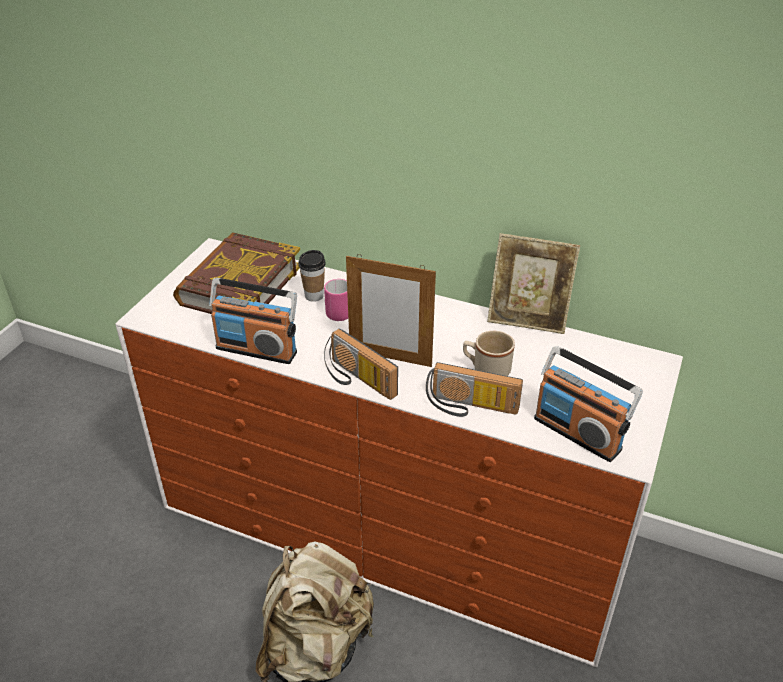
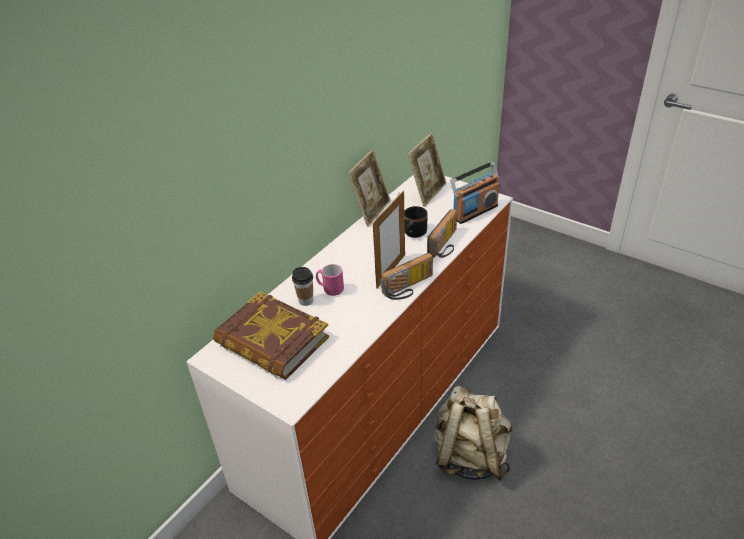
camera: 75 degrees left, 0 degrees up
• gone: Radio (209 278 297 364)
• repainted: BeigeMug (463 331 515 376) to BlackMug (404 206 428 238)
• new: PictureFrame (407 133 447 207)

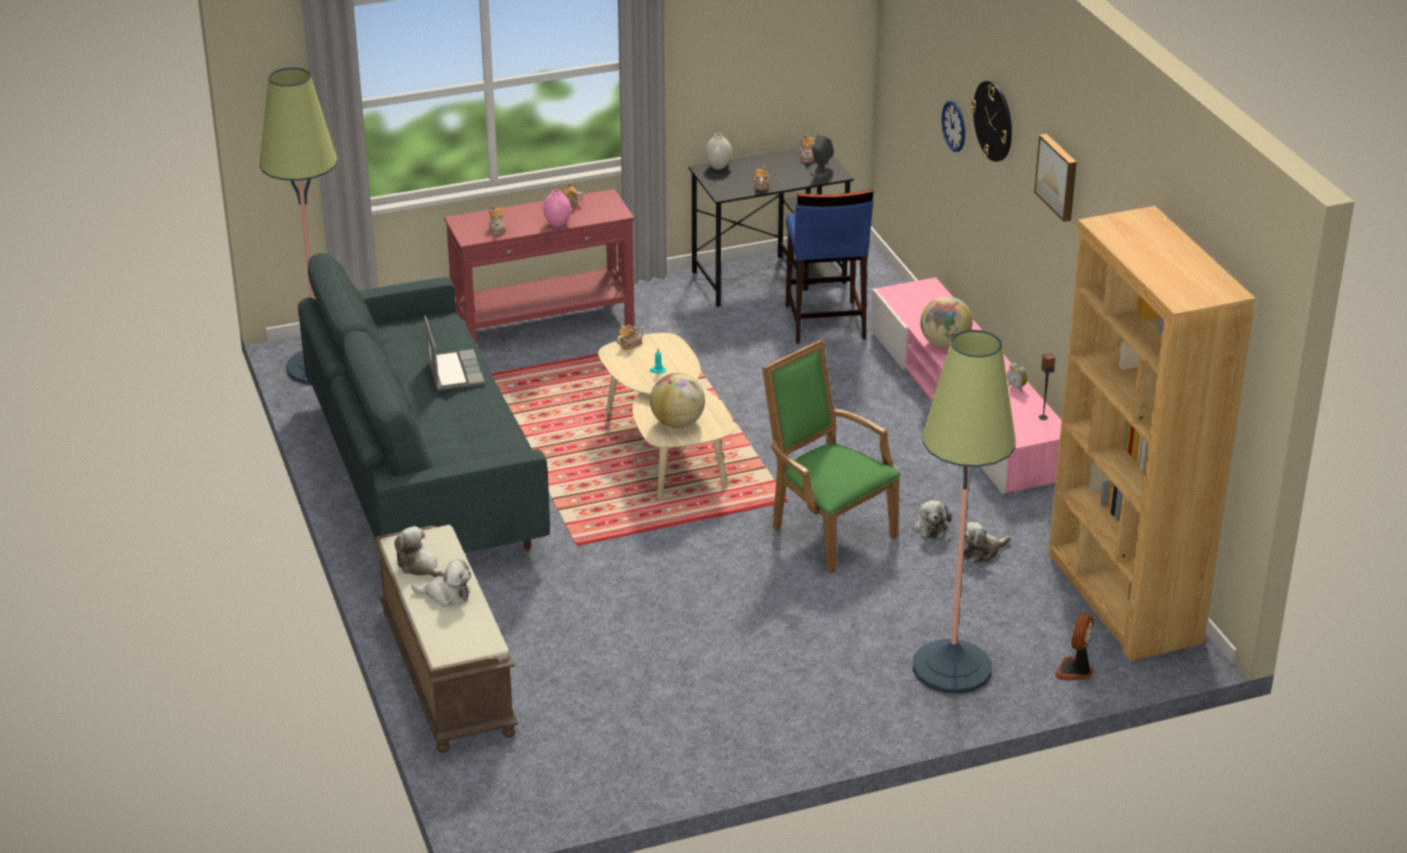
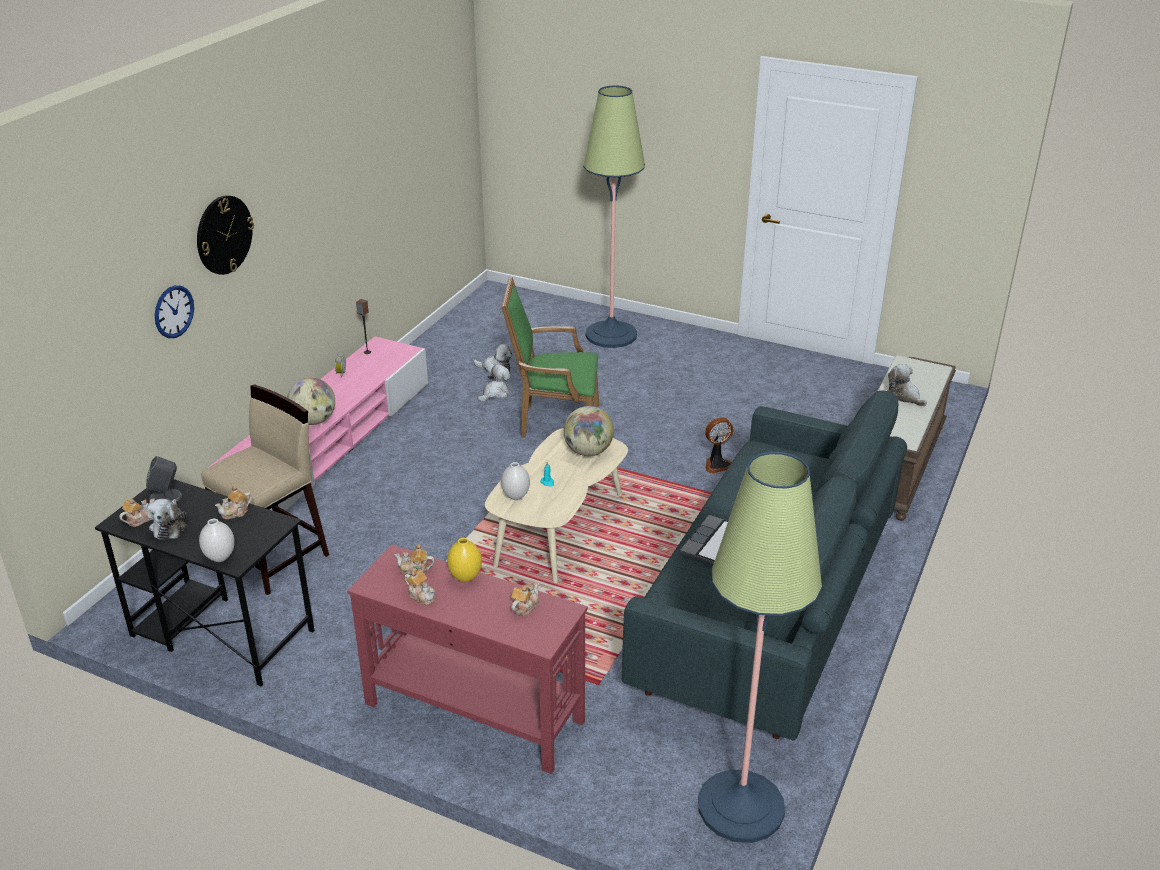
camera: 135 degrees left, 0 degrees up
• shifted: PlushToy (394 526 445 577) to (147 499 187 540)
• repainted: PinkVase (543 189 571 227) to YellowVase (447 538 482 582)
• shifted: Teapot (616 324 644 350) to (395 544 435 575)
• rotated: GreenArmchair (762 339 900 574) = (502 277 599 437) 90 degrees clockwise
• repainted: BlueStool (786 189 874 344) to BeigeStool (202 384 329 595)
• gone: Picture (1034 134 1077 222)
• gone: BrownBookcase (1048 206 1255 661)
• shifted: Fan (1055 613 1094 680) to (705 417 733 474)
• new: WhiteVase (501 462 530 500)

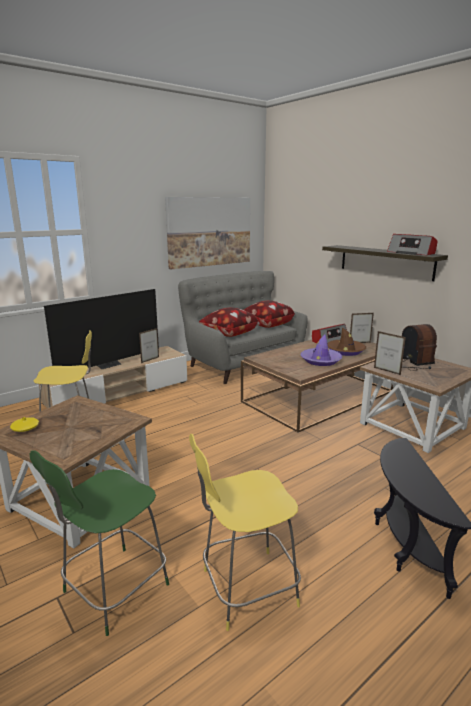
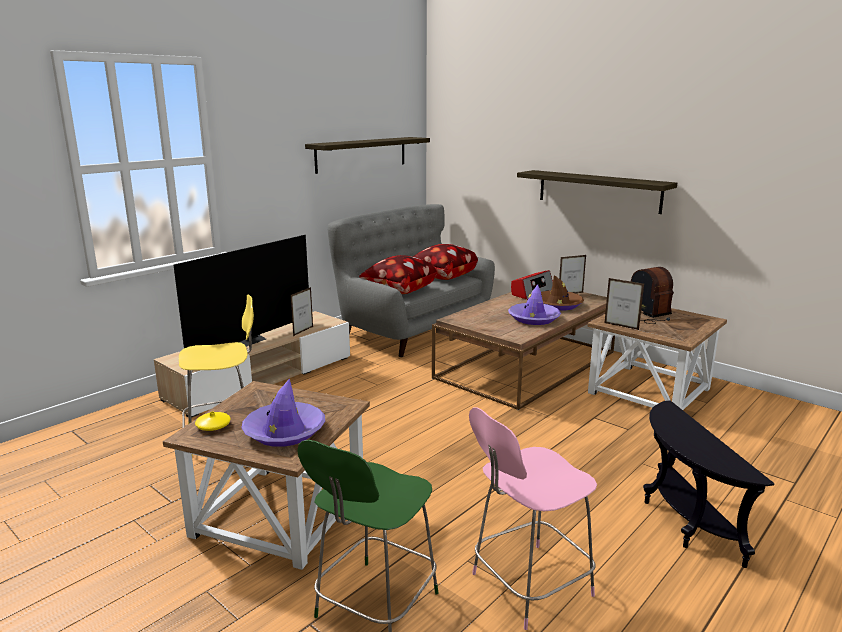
camera: 10 degrees left, 0 degrees up
• swapped: Picture (165 197 250 269) to Shelf (305 137 430 174)
• repainted: YellowStool (189 434 301 631) to PinkStool (469 408 597 630)
• gone: Radio (387 234 438 255)
• new: PurpleHat (241 378 325 447)

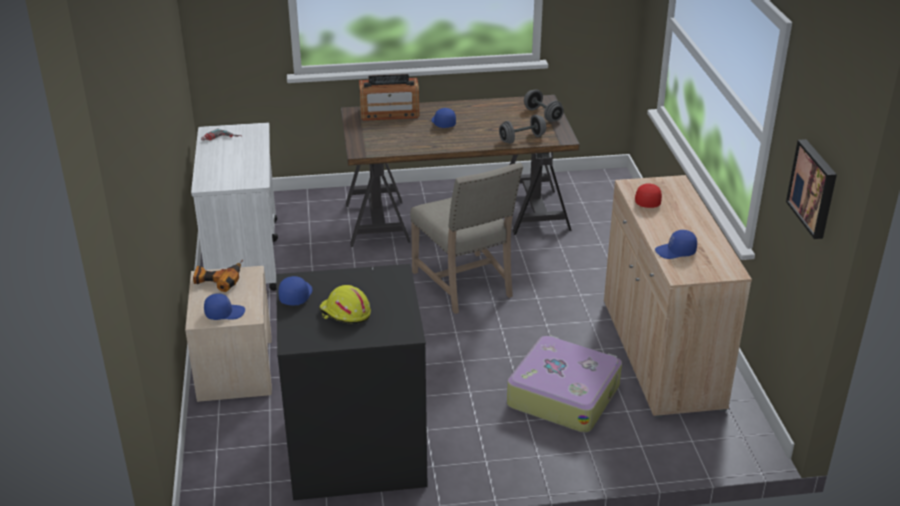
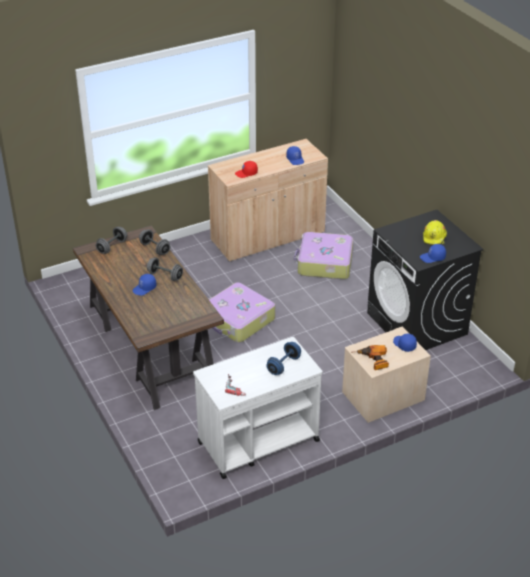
camera: 110 degrees left, 5 degrees up
• gone: Radio (359 74 419 121)
• swapped: BeigeChair (410 162 523 314) to Suitcase (209 282 275 343)
• gone: Picture (786 139 837 239)
• new: GreyDumbbell (147 257 183 281)
• new: BlueDumbbell (266 342 301 375)

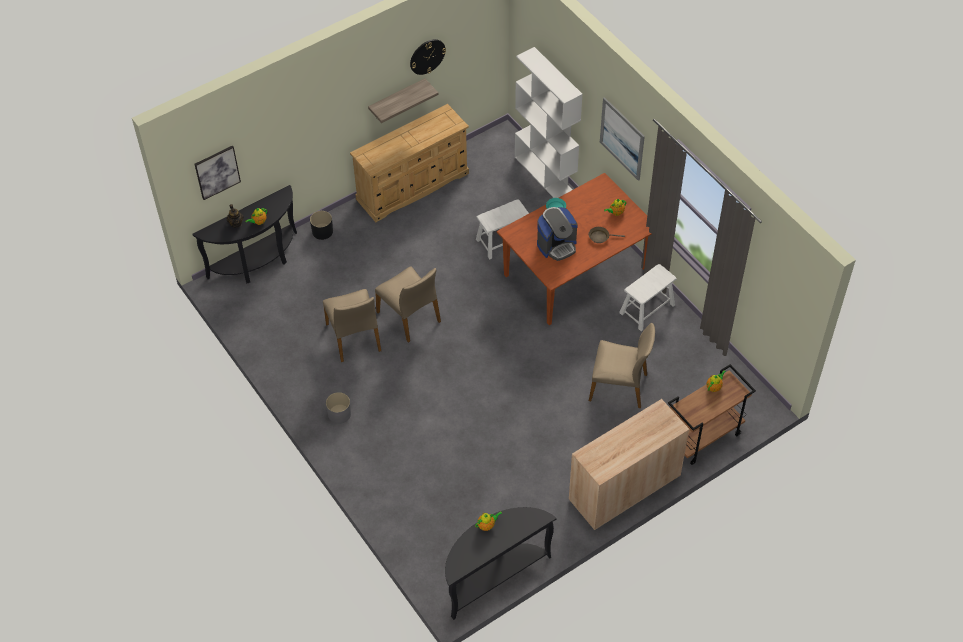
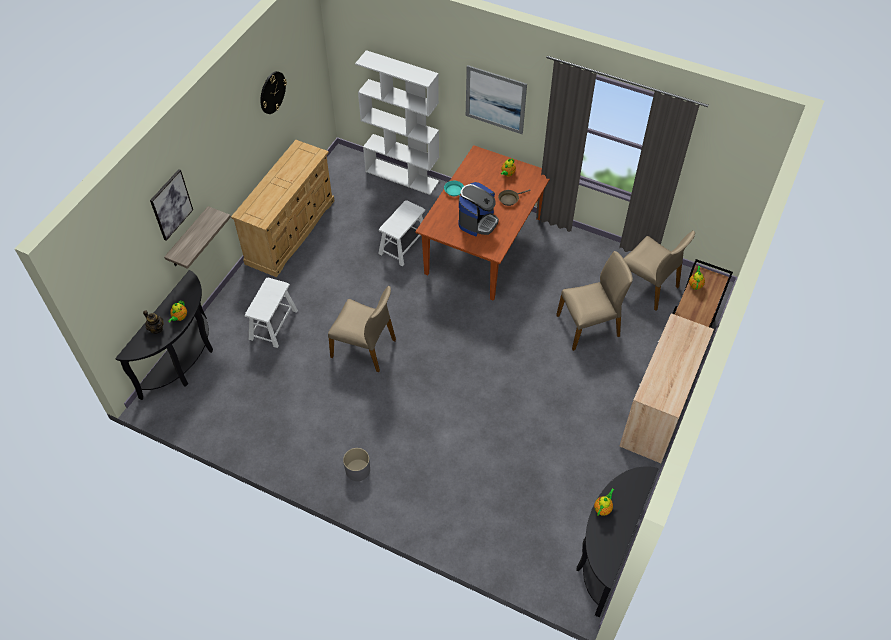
camera: 30 degrees left, 0 degrees up
• shifted: Picture (194 145 241 200) to (150 169 193 241)
• gone: BlackPlanter (310 211 333 240)
• shifted: BeigeChair (323 289 381 362) to (624 231 695 311)
• shifted: Shelf (368 79 439 123) to (164 206 231 269)
• shifted: WhiteStool (619 264 677 331) to (245 278 298 348)

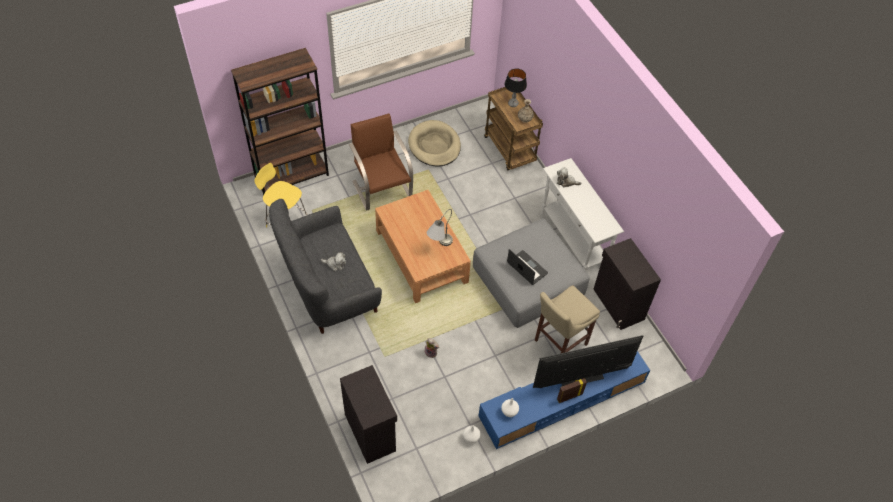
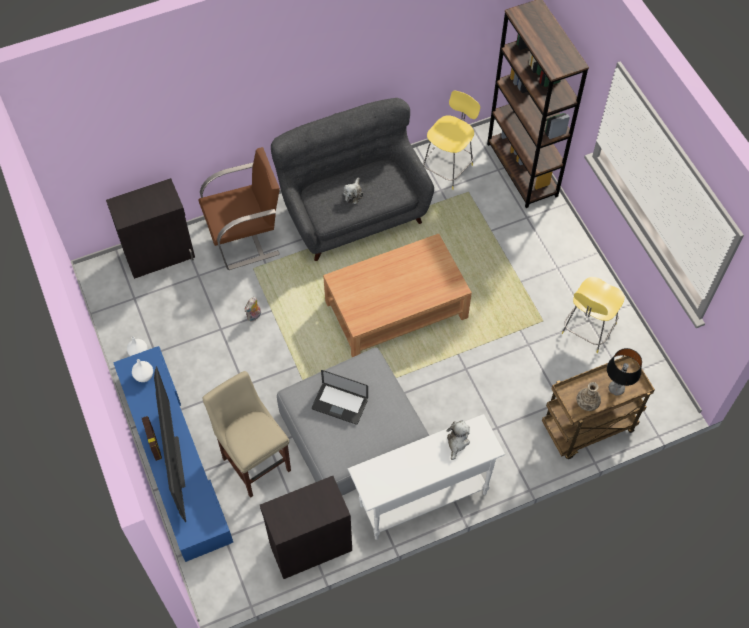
camera: 95 degrees right, 5 degrees up
• shifted: BrownArmchair (349 114 413 211) to (198 147 280 270)
• swapped: BeigeDogBed (408 120 461 167) to YellowStool (562 277 625 353)
• gone: GreyTableLamp (427 209 453 246)
• rotated: Laptop (507 249 548 285) = (312 370 368 425) 60 degrees clockwise

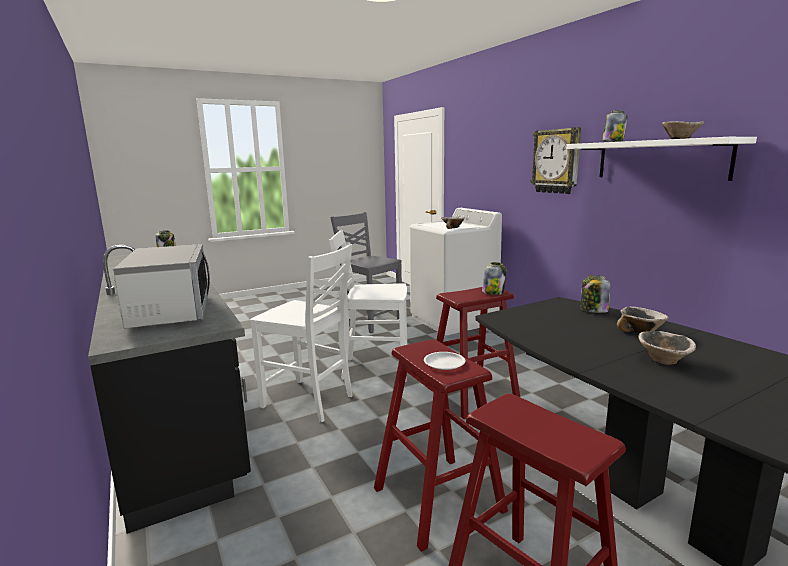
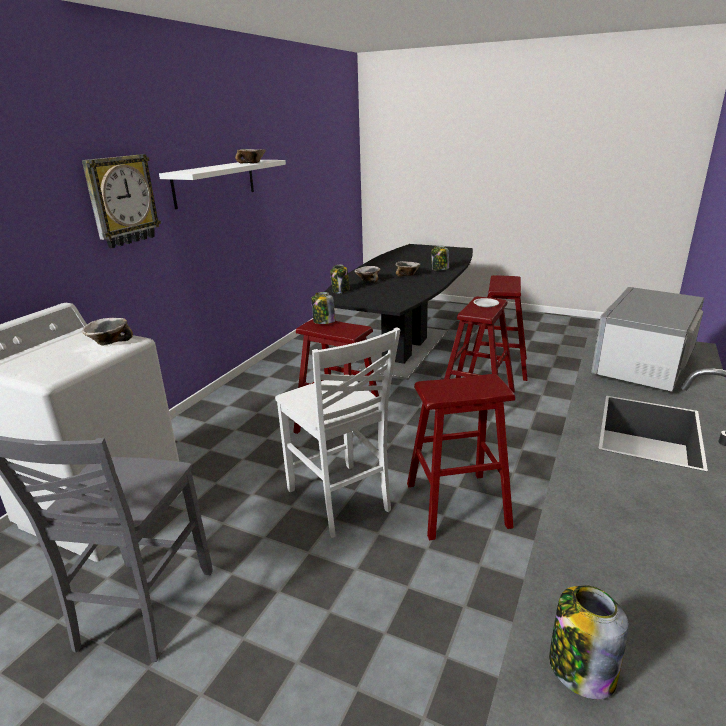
camera: 125 degrees left, 10 degrees up
• swapped: WhiteChair (250 244 353 422) to RedStool (407 374 515 540)
• shifted: Jar (602 111 627 142) to (431 246 449 270)

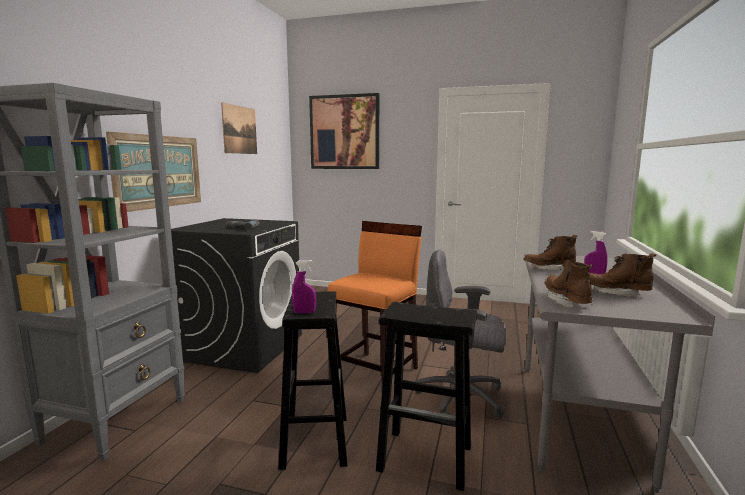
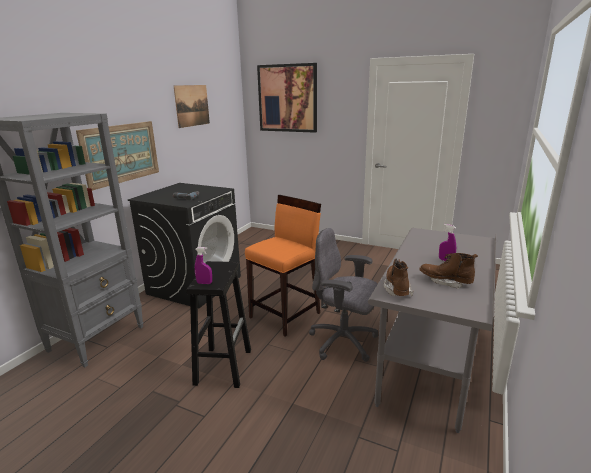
camera: 10 degrees right, 10 degrees up
• gone: BlackStool (376 302 477 491)
• gone: BrownBoot (523 235 577 271)

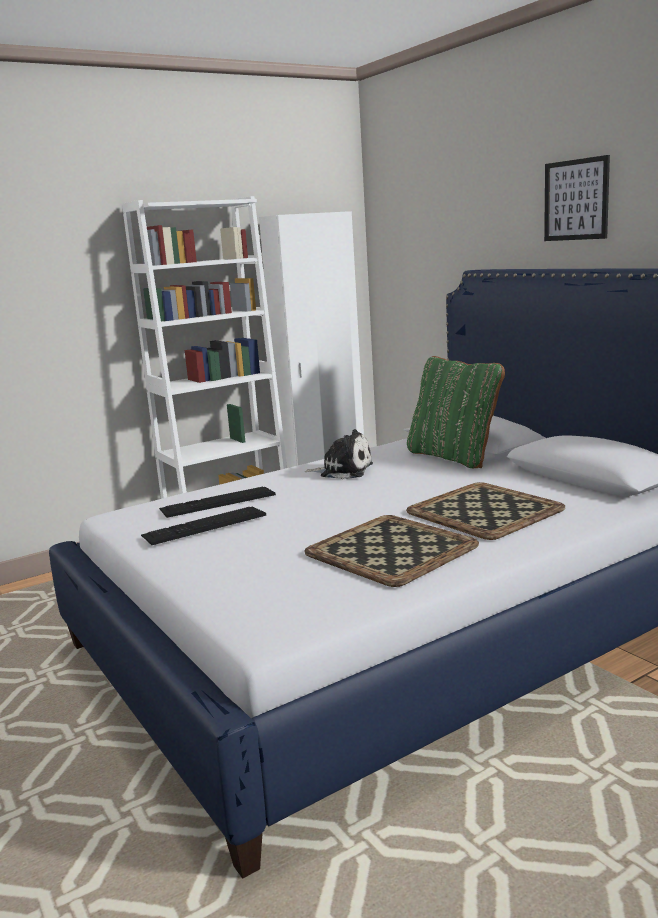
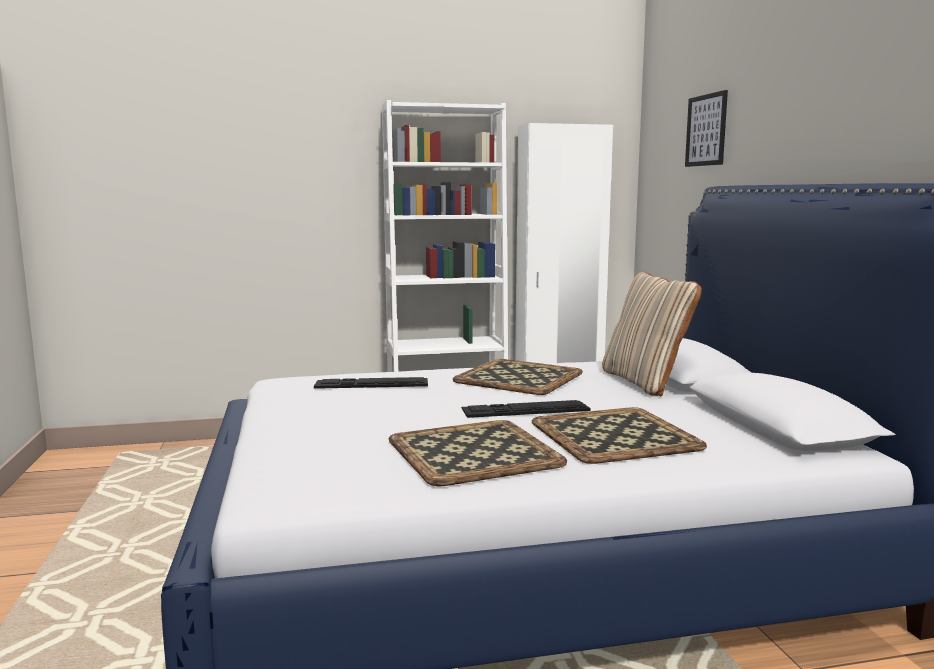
camera: 20 degrees right, 5 degrees down
• shifted: Keyboard (141 506 266 545) to (461 400 590 418)
• swapped: PlushToy (305 429 373 479) to Tray (453 359 583 395)
• repainted: GreenPillow (407 356 505 469) to BeigePillow (602 272 702 396)
• shifted: Picture (544 155 610 241) to (685 90 728 167)

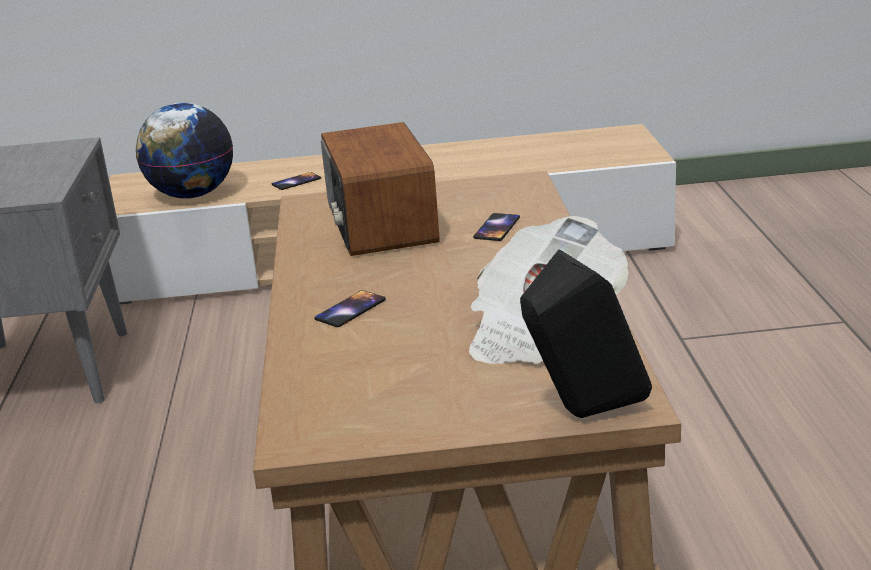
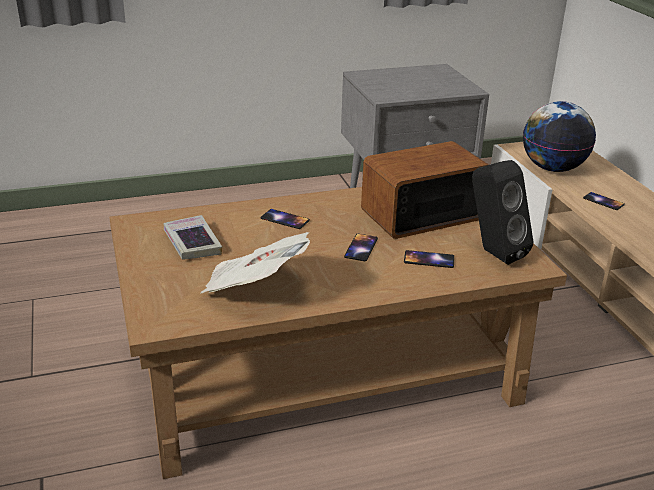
camera: 75 degrees right, 5 degrees up
• shifted: BlackSpeaker (520 249 652 418) to (472 160 533 265)
• new: Book (164 215 222 260)
• new: Phone (344 234 378 261)

